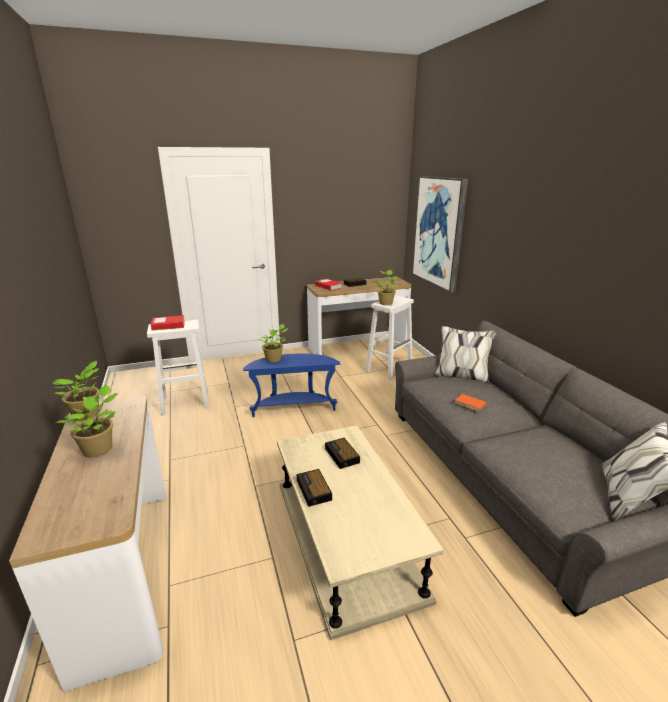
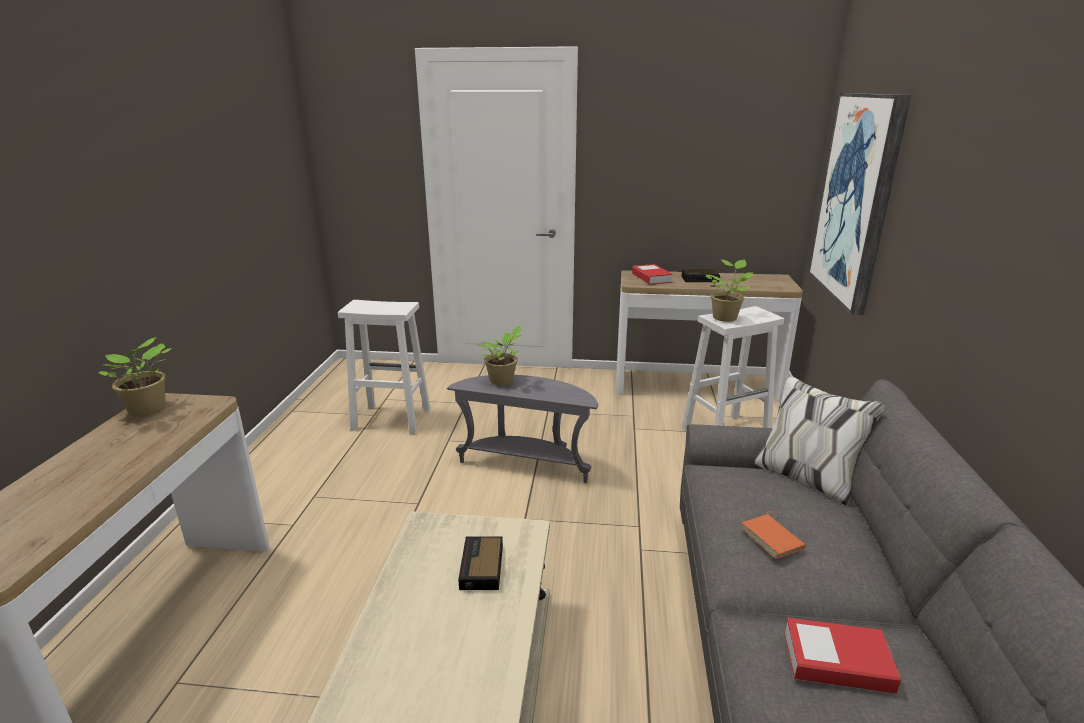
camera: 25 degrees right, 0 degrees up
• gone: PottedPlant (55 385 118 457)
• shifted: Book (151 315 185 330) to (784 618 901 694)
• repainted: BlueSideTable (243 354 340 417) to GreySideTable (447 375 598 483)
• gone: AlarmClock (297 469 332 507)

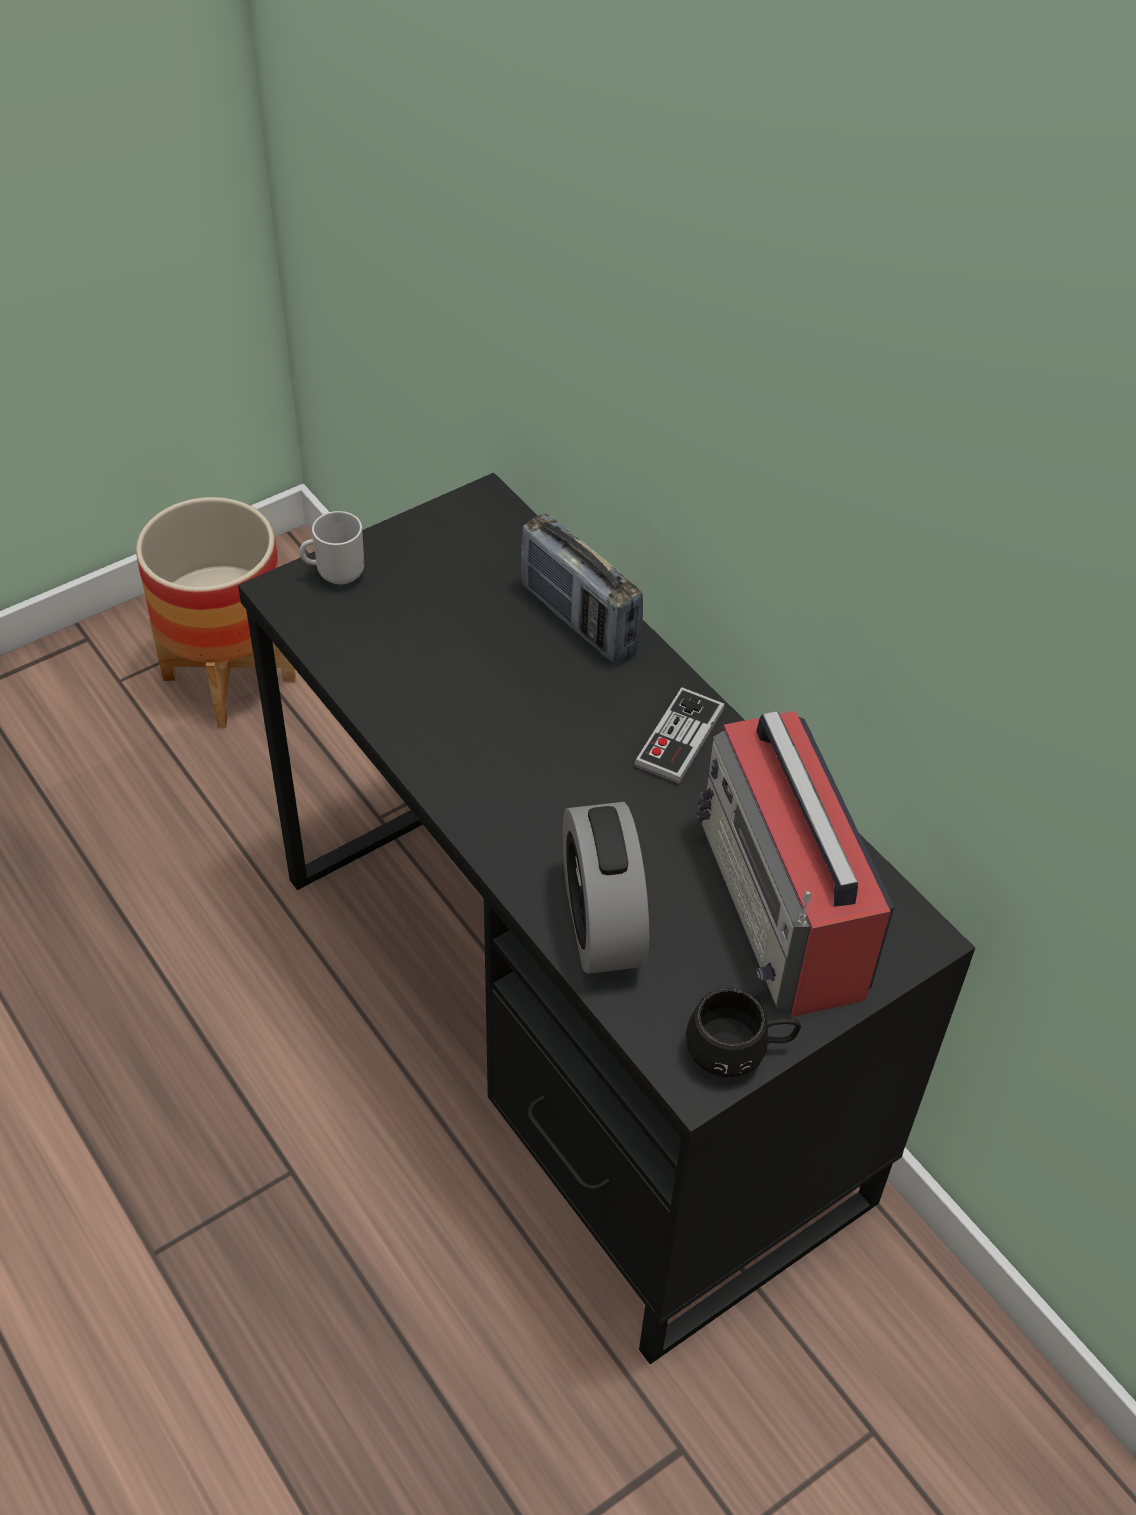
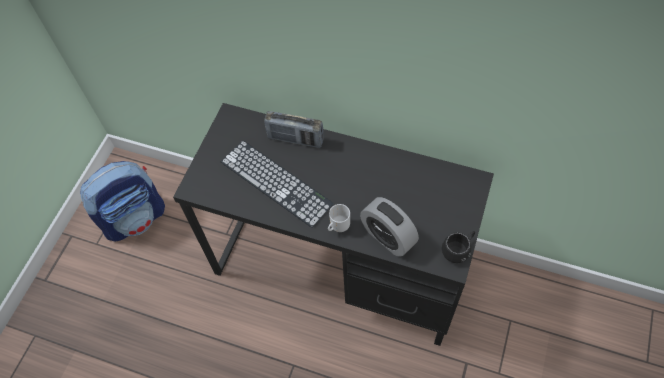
camera: 30 degrees left, 10 degrees up
• swapped: Planter (136 497 296 728) to Backpack (80 161 165 241)
• shifted: Mug (299 511 364 584) to (328 204 350 232)
• gone: GameController (634 687 725 784)
• gone: Radio (697 711 894 1017)
• new: Keyboard (221 140 334 228)

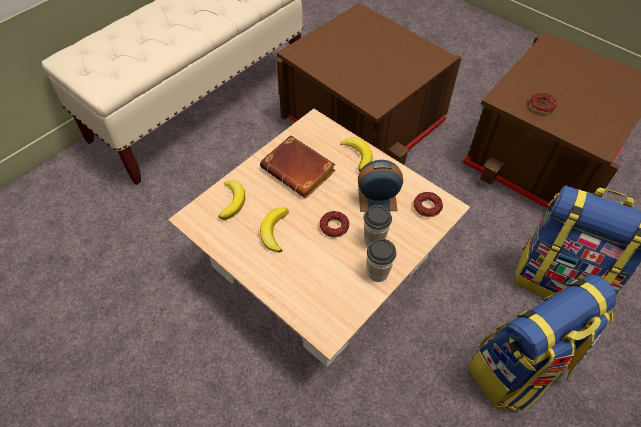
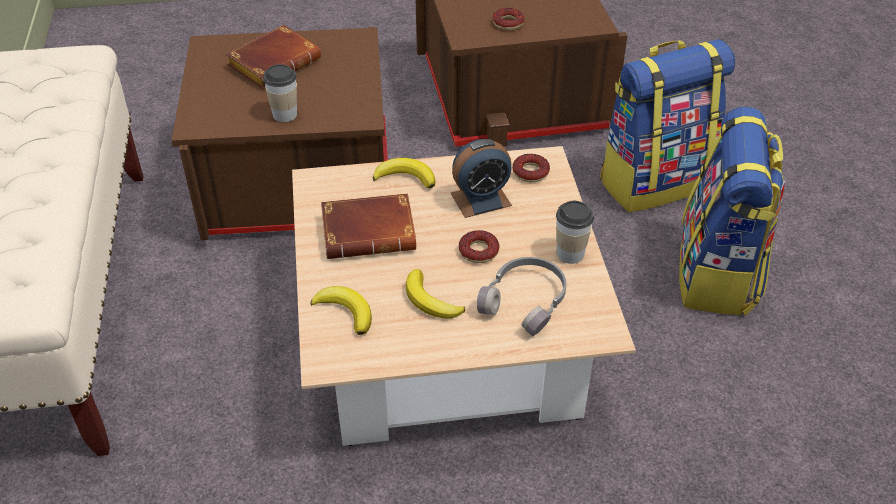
camera: 50 degrees left, 10 degrees down
• rotated: AlarmClock (358 160 403 212) = (451 139 512 218) 150 degrees counterclockwise
• shifted: Cup (364 205 392 246) to (263 64 297 122)
• new: BrownBook (226 25 321 89)
• new: GreyHeadphones (477 257 566 336)

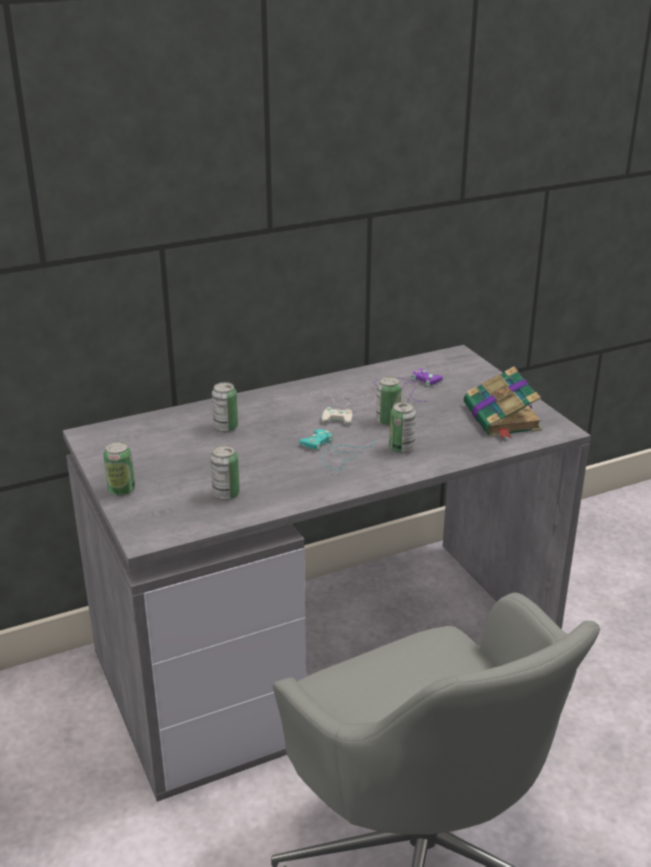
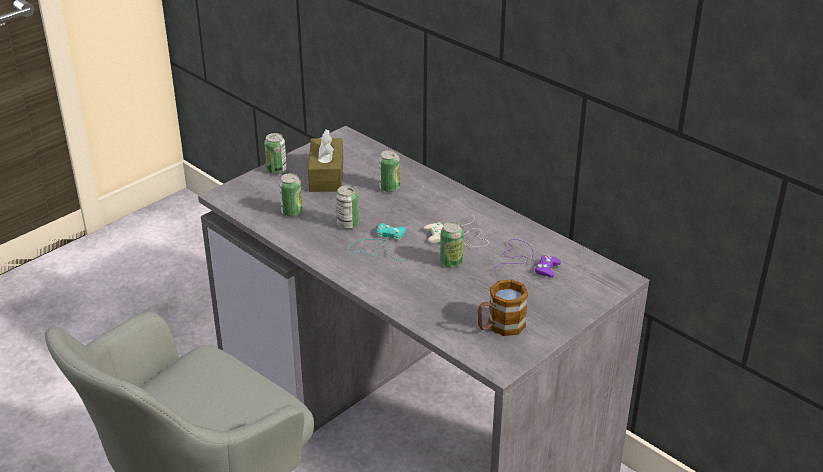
camera: 70 degrees right, 5 degrees up
• shifted: Can (389 402 416 453) to (336 185 359 229)
• swapped: Book (464 366 542 439) to Mug (478 279 528 336)
• new: BrownTissueBox (308 129 343 192)

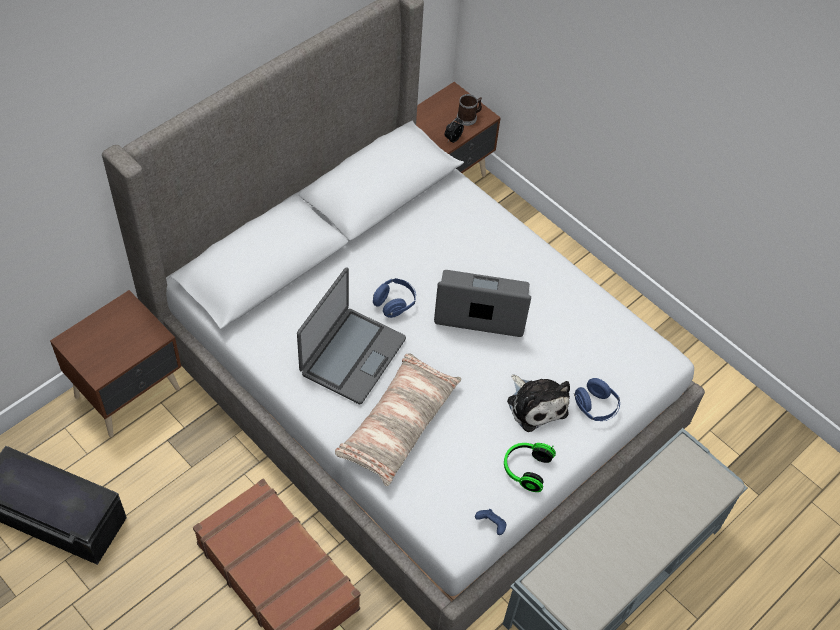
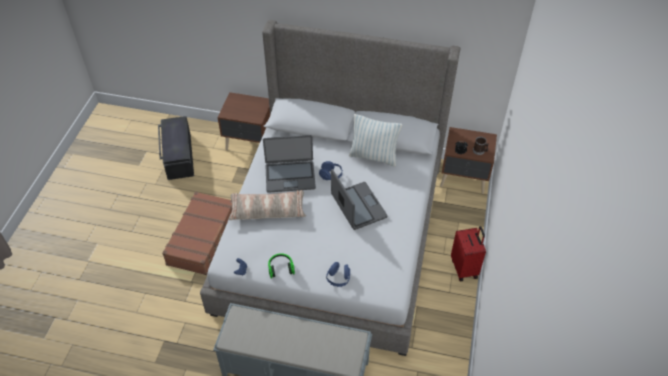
camera: 60 degrees right, 5 degrees down
• gone: PlushToy (507 375 570 432)
• new: Pillow (349 114 402 167)
• new: RedSuitcase (451 226 486 281)

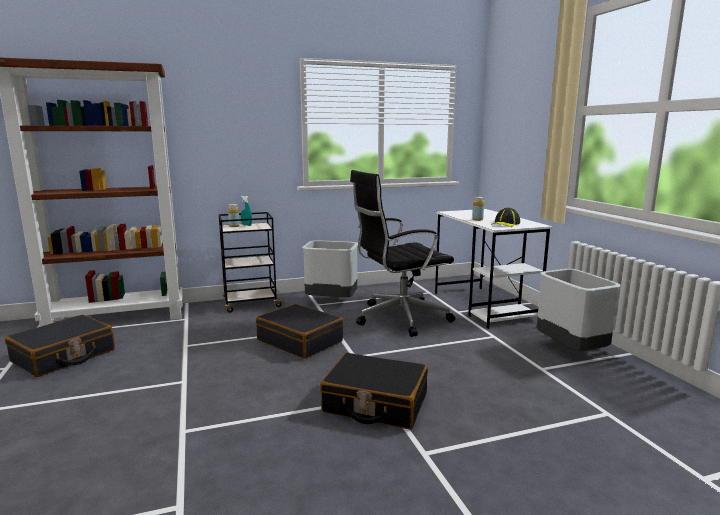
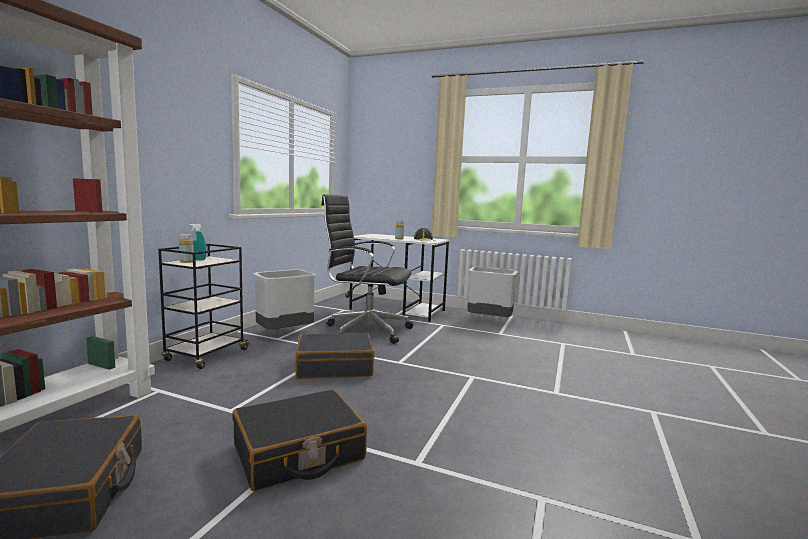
camera: 50 degrees left, 5 degrees down
• shifted: BlackSuitcase (320 353 428 429) to (233 390 367 491)
• rotated: BlackOfficeChair (350 170 455 337) = (321 194 413 344) 90 degrees clockwise

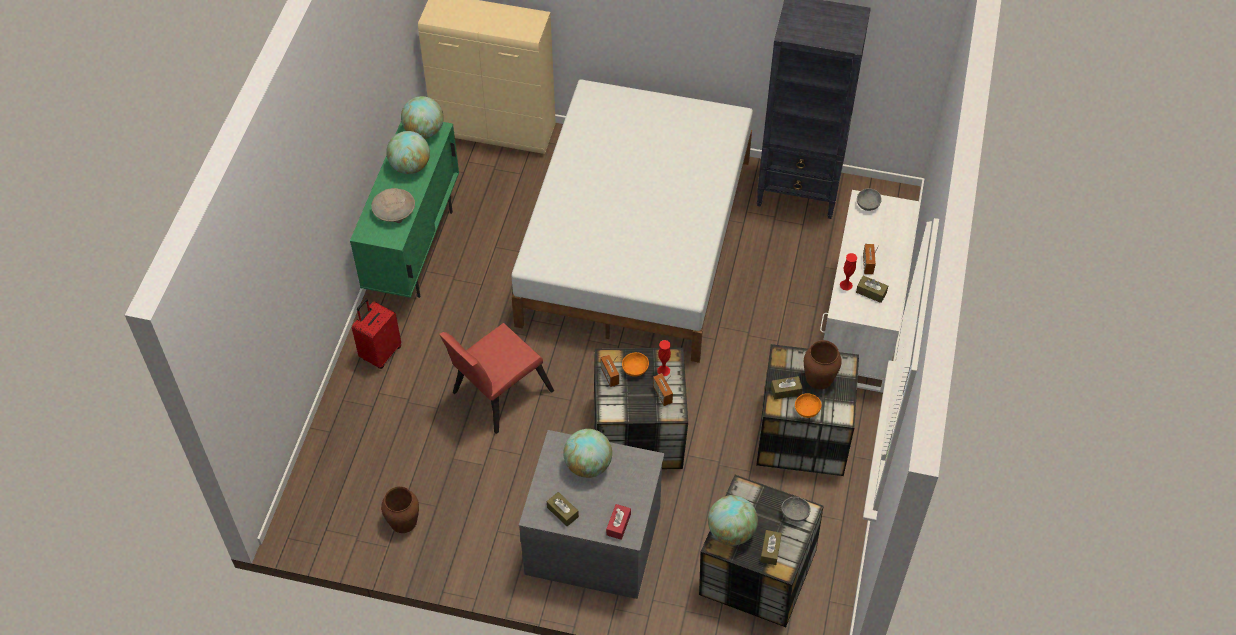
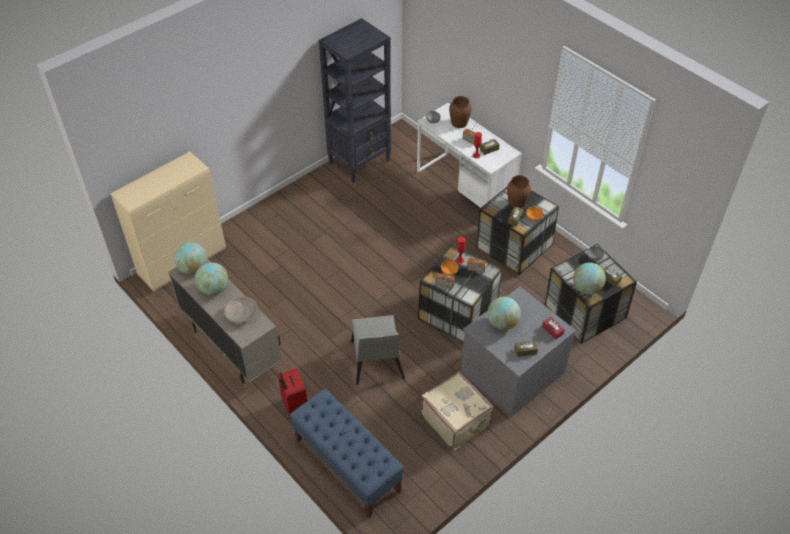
camera: 55 degrees left, 5 degrees down
• repainted: GreenCabinet (350 122 459 298) to BeigeCabinet (168 258 282 384)
• shifted: BrownVase (381 486 419 533) to (449 96 472 128)
• repainted: RedChair (439 323 554 434) to GreyChair (351 315 405 385)
• gone: WhiteBed (511 79 753 363)
• new: BlueBench (290 389 404 518)
• new: BeigeSuitcase (421 371 494 451)

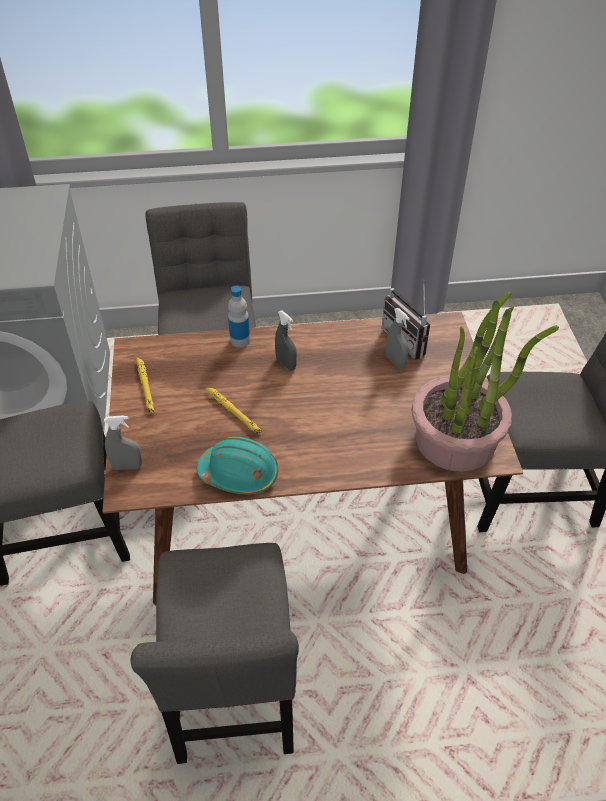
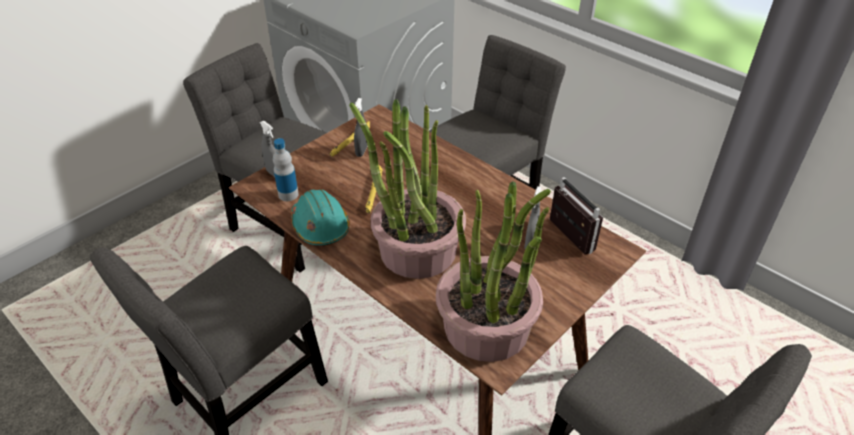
camera: 50 degrees right, 5 degrees down
• shifted: Bottle (228 286 250 347) to (273 138 299 201)
• shifted: GreySprayBottle (275 311 297 371) to (354 98 368 157)
• rotated: Radio (382 280 430 359) = (550 177 603 254) 135 degrees clockwise
• new: PottedPlant (349 99 466 279)

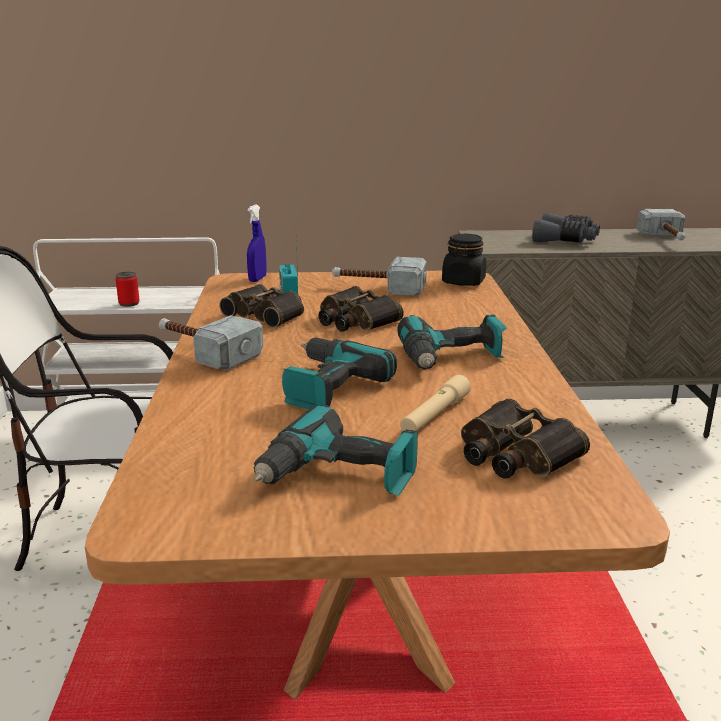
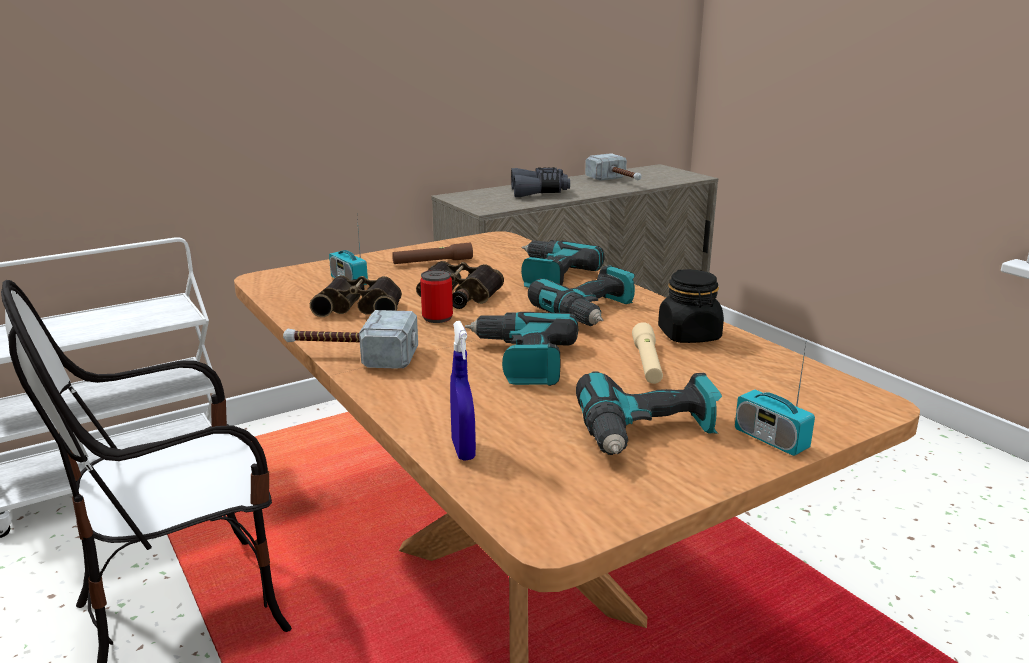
camera: 30 degrees left, 0 degrees up
• shifted: Can (116 272 140 307) to (420 270 453 323)
• shifted: BlueSprayBottle (247 205 267 282) to (450 321 476 461)
• swapped: Hammer (332 257 427 296) to BrownFlashlight (392 243 473 264)
• shifted: BlackJar (442 234 486 286) to (658 269 724 343)
• gone: Binoculars (461 399 590 479)
• new: PowerDrill (521 240 604 288)
• new: Radio (735 344 815 456)

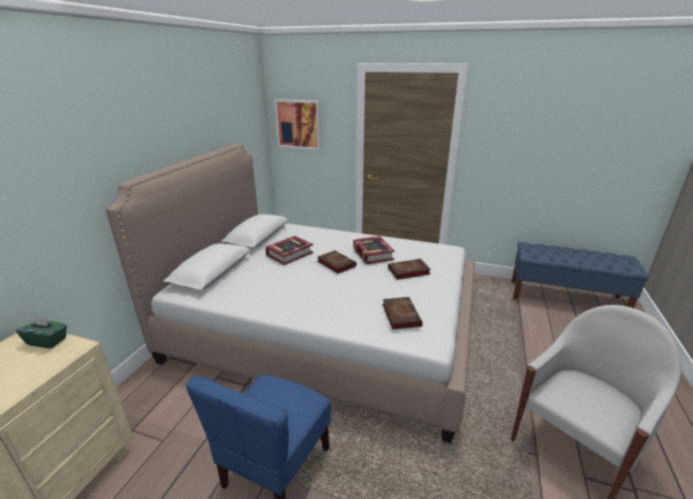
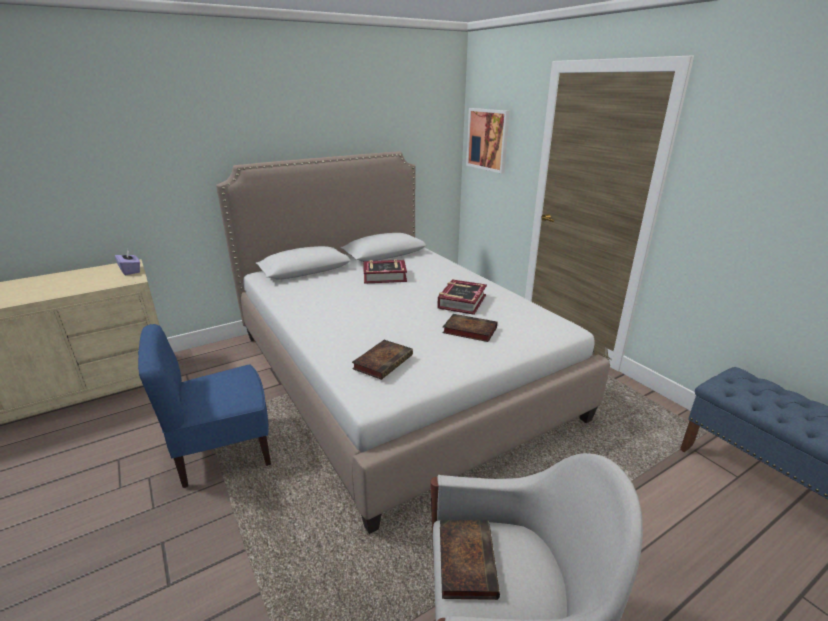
camera: 40 degrees right, 0 degrees up
• repainted: GreenTissueBox (16 315 67 348) to PurpleTissueBox (115 249 140 275)
• shifted: Book (318 250 357 274) to (440 520 500 600)

